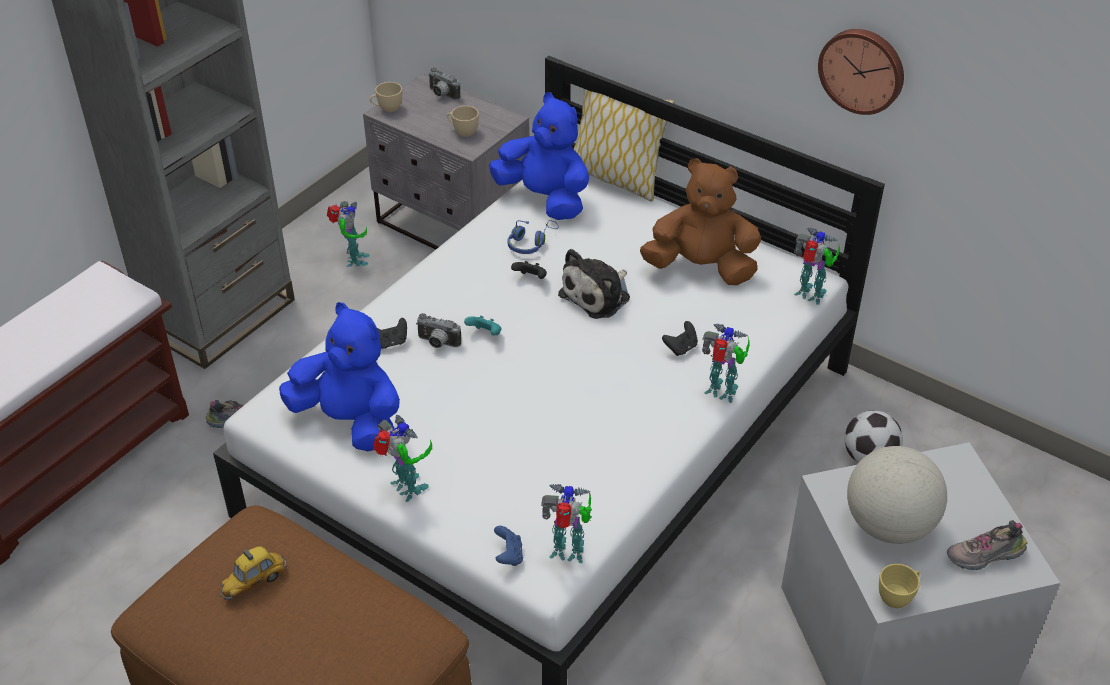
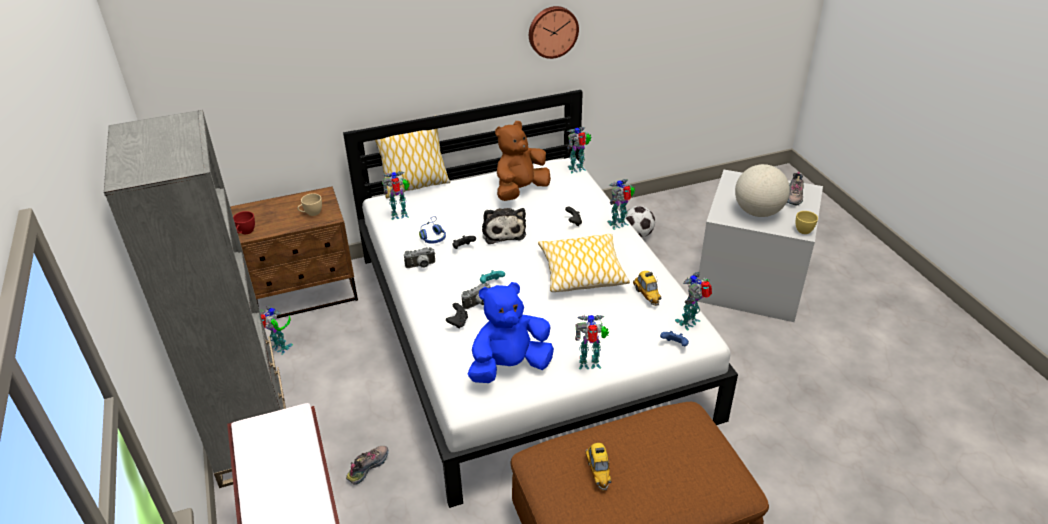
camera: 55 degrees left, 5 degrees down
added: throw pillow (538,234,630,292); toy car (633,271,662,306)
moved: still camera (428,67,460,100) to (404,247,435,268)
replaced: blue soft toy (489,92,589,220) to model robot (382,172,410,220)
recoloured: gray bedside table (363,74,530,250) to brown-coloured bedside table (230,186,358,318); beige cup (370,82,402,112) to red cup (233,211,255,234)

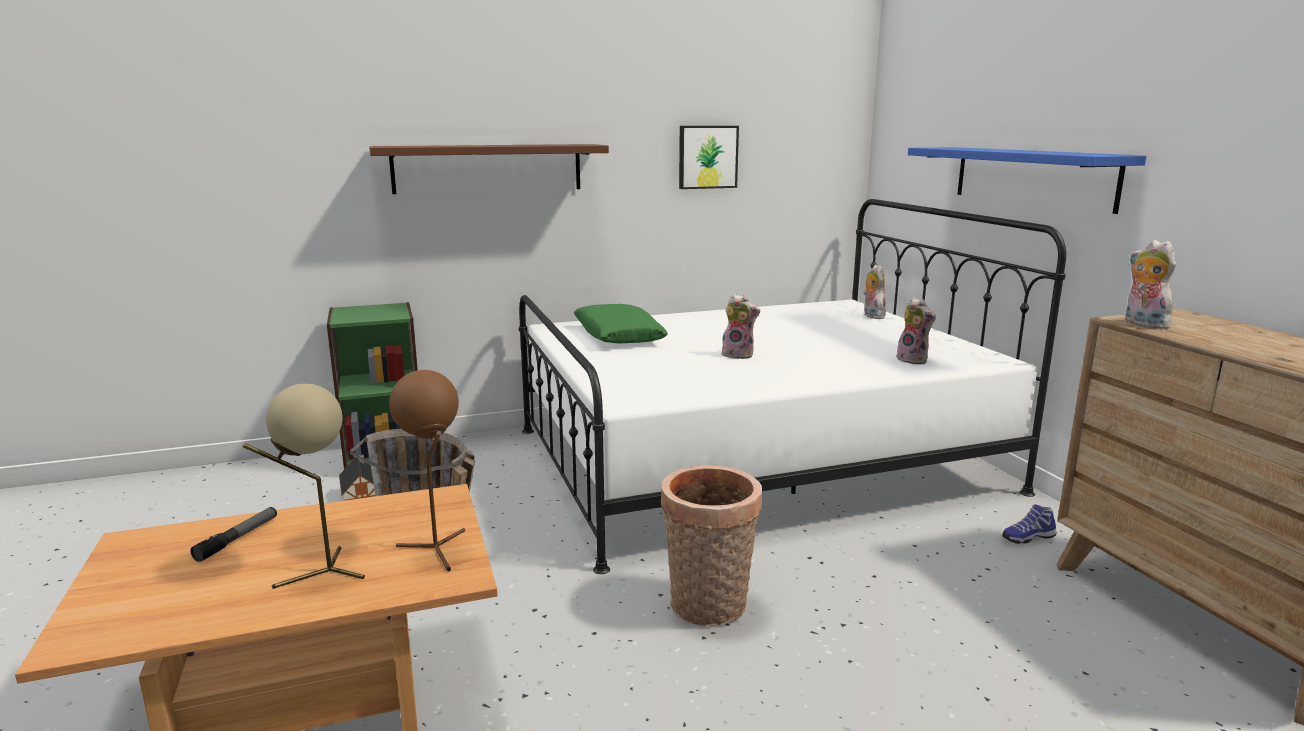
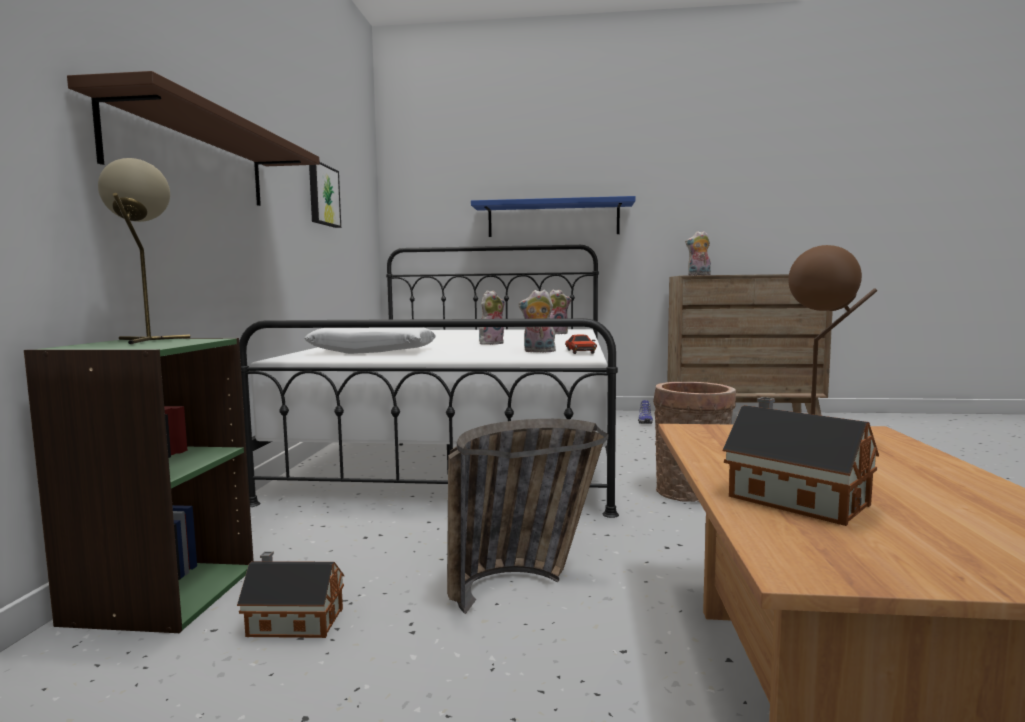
camera: 65 degrees left, 10 degrees down
added: red toy car (565,334,597,354)
moved: beige lamp for a table (242,384,365,589) to (98,158,190,344); soft toy (863,265,886,319) to (519,290,556,352)
replaced: hand torch (190,507,277,562) to toy house (723,397,879,526)
recoloured: greenish throw pillow (574,304,668,343) to white throw pillow (304,327,436,354)

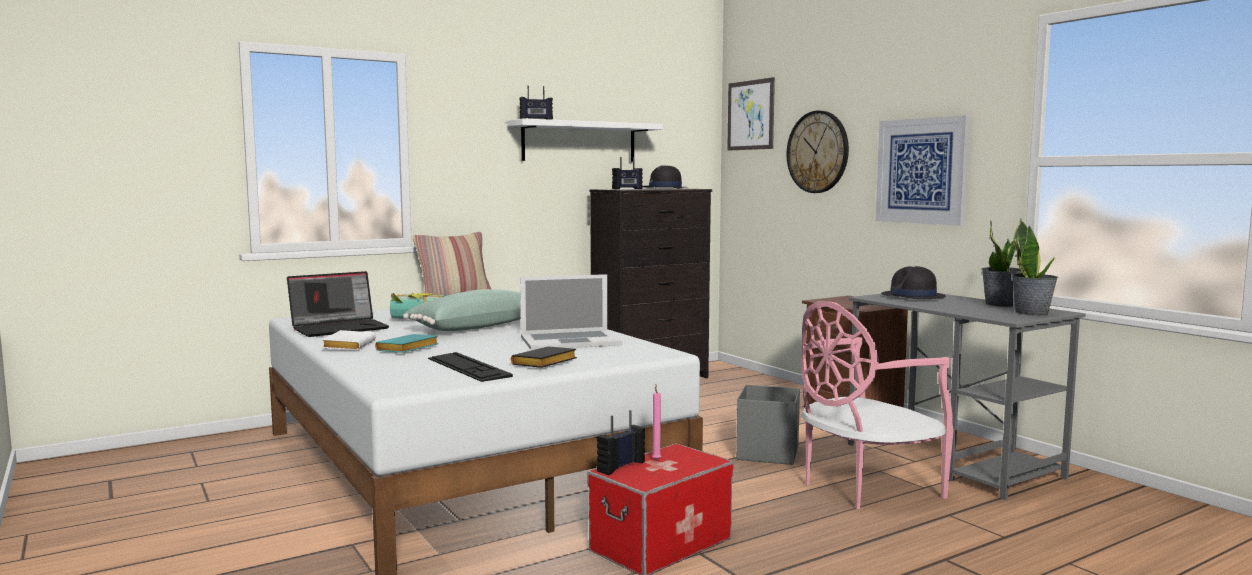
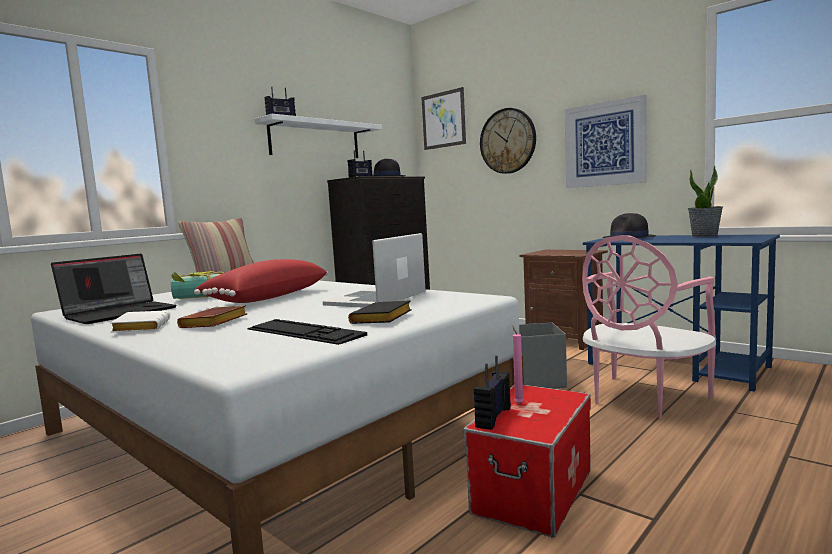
camera: 15 degrees left, 0 degrees up
removed: houseplant (1012,221,1058,316)
recoloured: blue-green book (375,334,439,353) to brown-coloured book (177,305,247,328); greenish throw pillow (403,289,521,331) to red throw pillow (194,259,328,303); gray desk unit (848,293,1086,500) to blue desk unit (583,235,780,392)
turned: notebook computer (520,274,623,350) = (323,233,426,307) 150 degrees clockwise

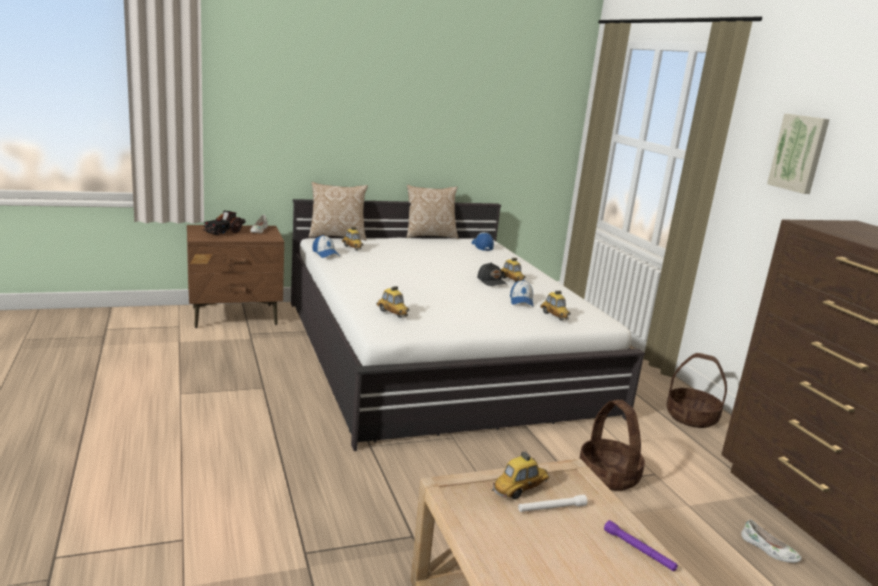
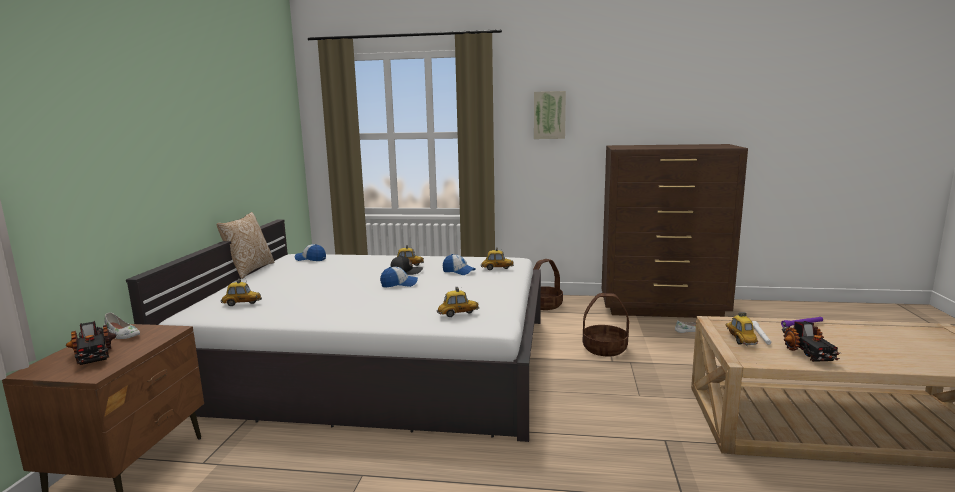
camera: 60 degrees left, 5 degrees down
removed: throw pillow (309,182,368,240)
added: model truck (782,321,840,362)
moved: cap (313,235,340,258) to (380,267,418,288)

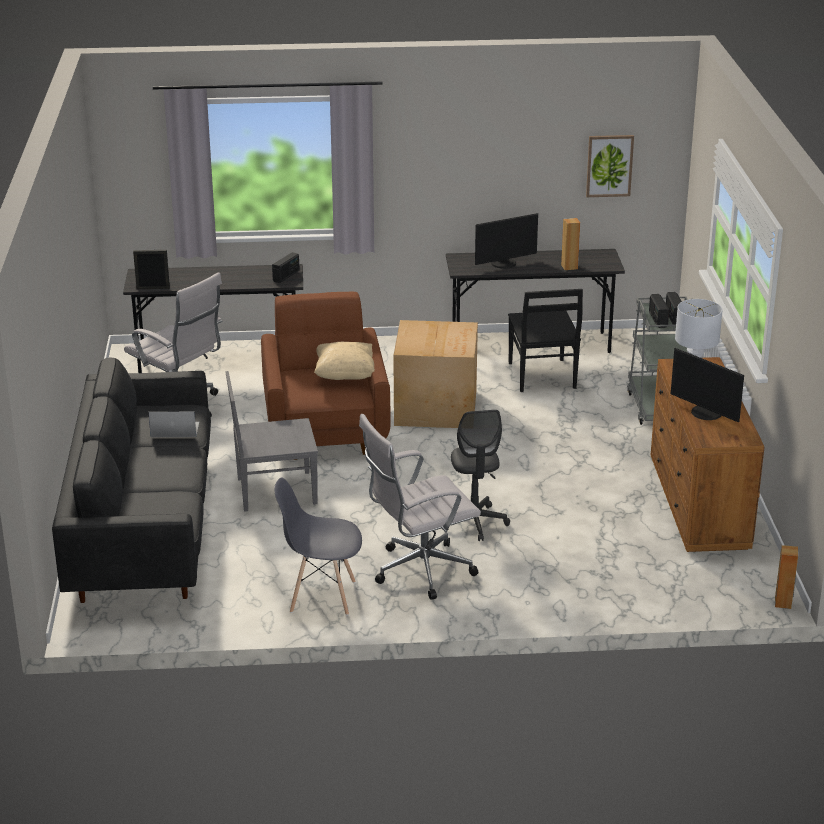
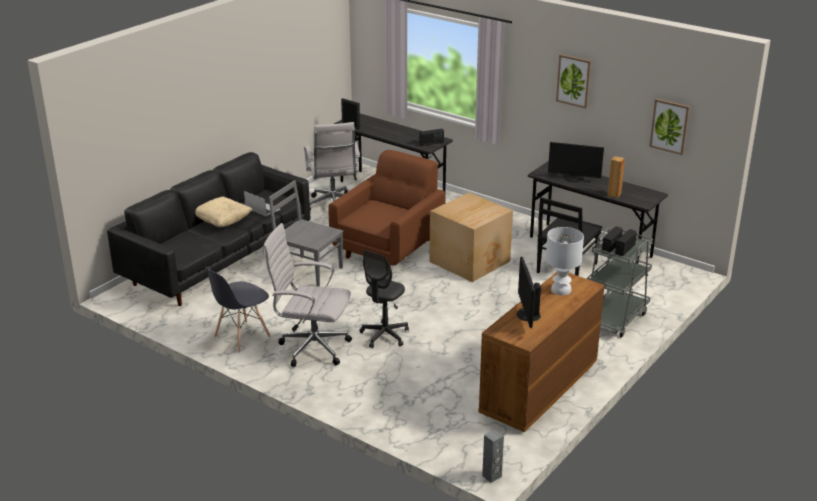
camera: 40 degrees right, 0 degrees up
added: wall art (556,54,591,108)
moved: beige throw pillow (314,342,375,380) to (195,197,253,227)
recoloured: brown-coloured loudspeaker (775,545,798,609) to gray loudspeaker (482,430,504,483)
turned: gray upright chair (274,477,362,615) = (205,267,271,353) 90 degrees counterclockwise

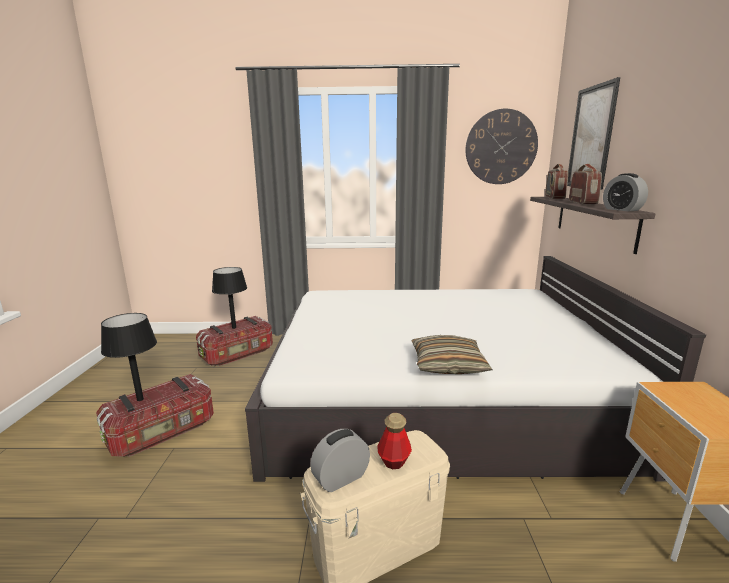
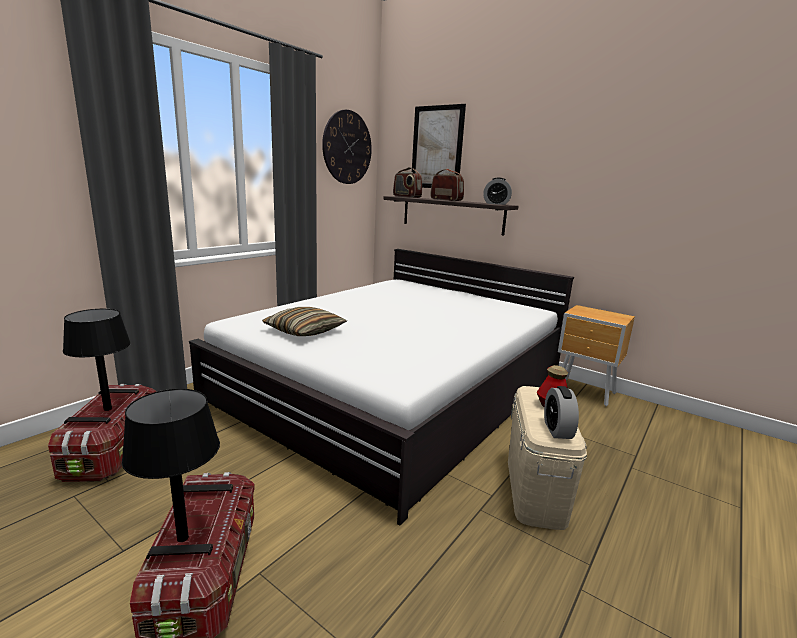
camera: 55 degrees left, 0 degrees up
moved: throw pillow (411,335,493,374) to (262,307,347,336)

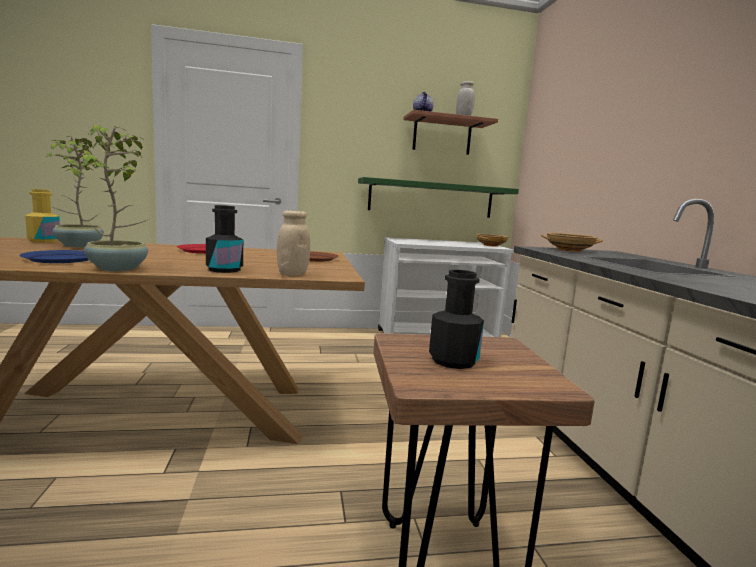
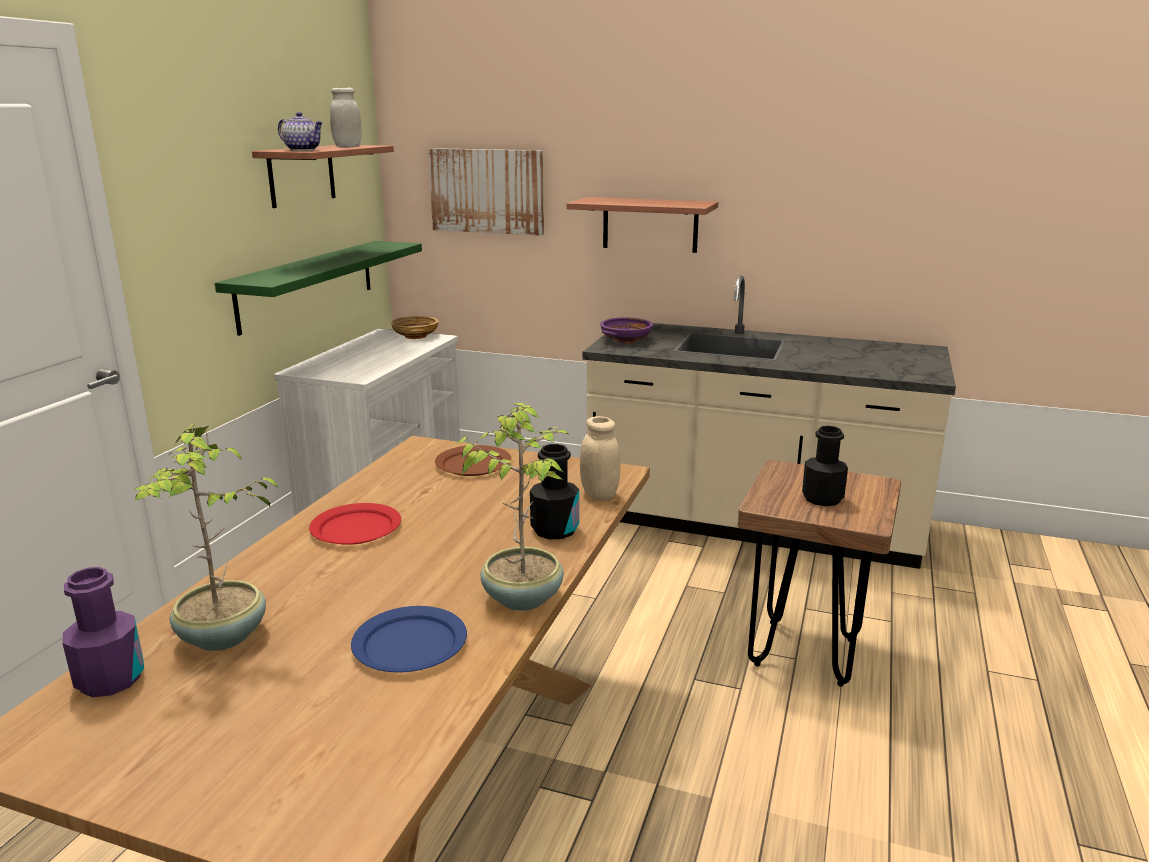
camera: 60 degrees left, 10 degrees up
added: wall art (428,148,544,236); wall shelf (567,197,718,253)
recoloured: yellowish beverage bottle (25,189,60,243) to purple beverage bottle (62,567,144,697); beige bowl (541,233,603,252) to purple bowl (600,318,653,344)

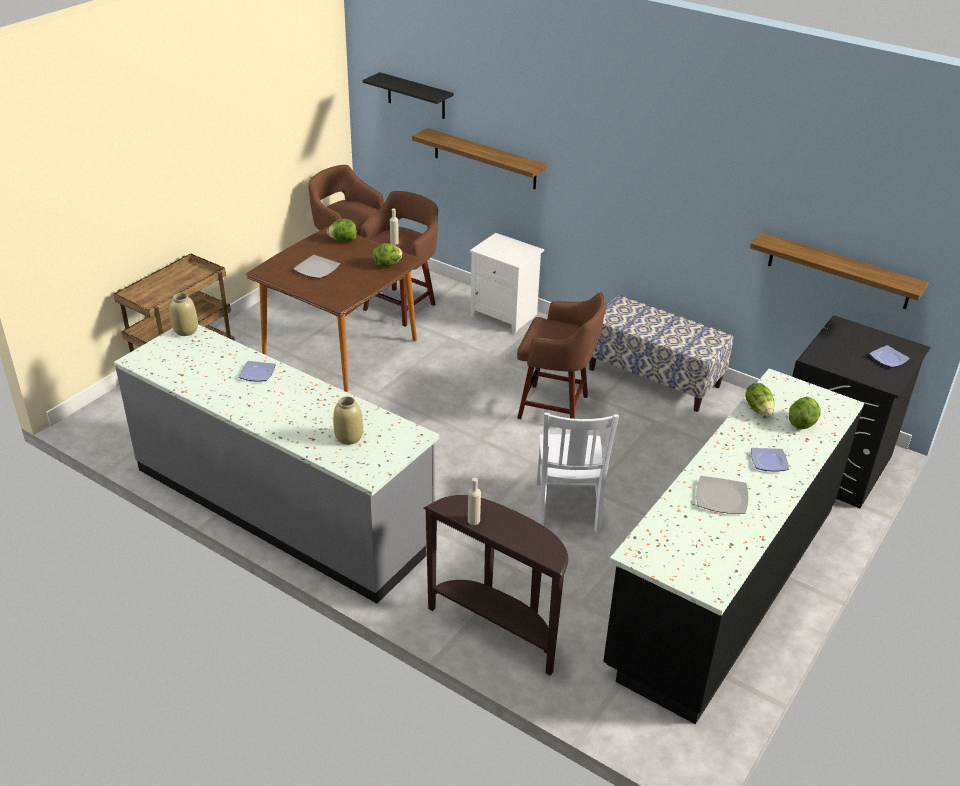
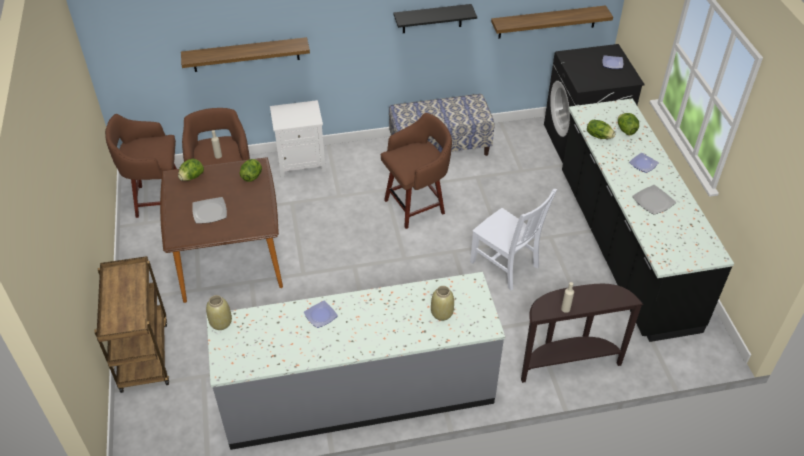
camera: 45 degrees left, 10 degrees up
moved: black-coloured wall shelf (363,72,454,119) to (393,4,477,33)

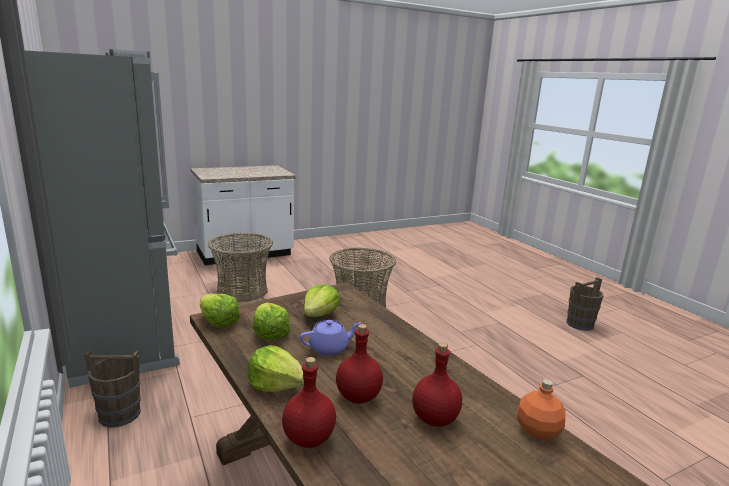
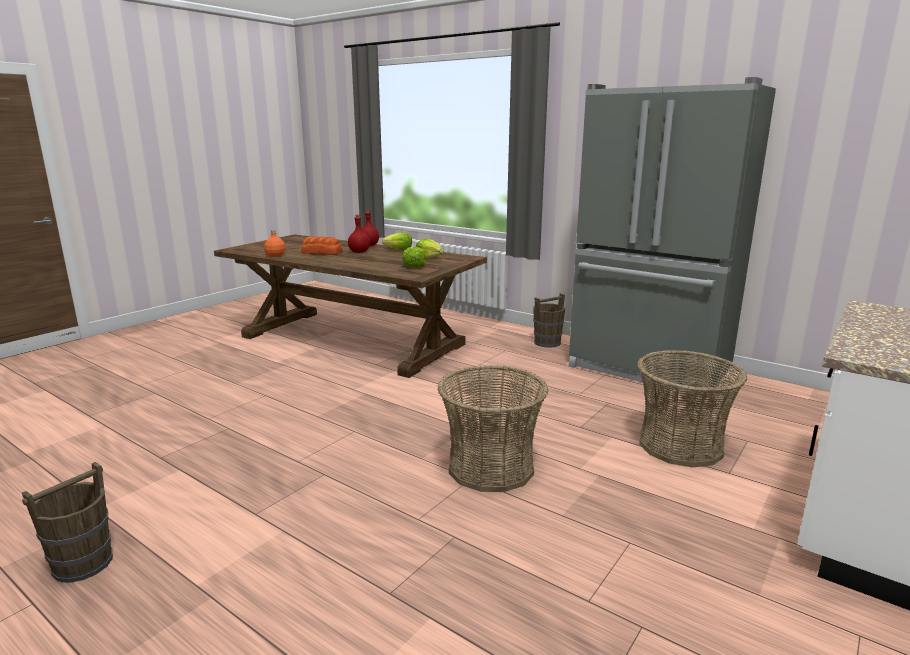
camera: 155 degrees right, 0 degrees up
removed: lettuce head (200,293,240,327); purple tea pot (300,320,361,356)
replaced: red beverage bottle (412,343,462,427) to baked bread (301,236,343,255)

